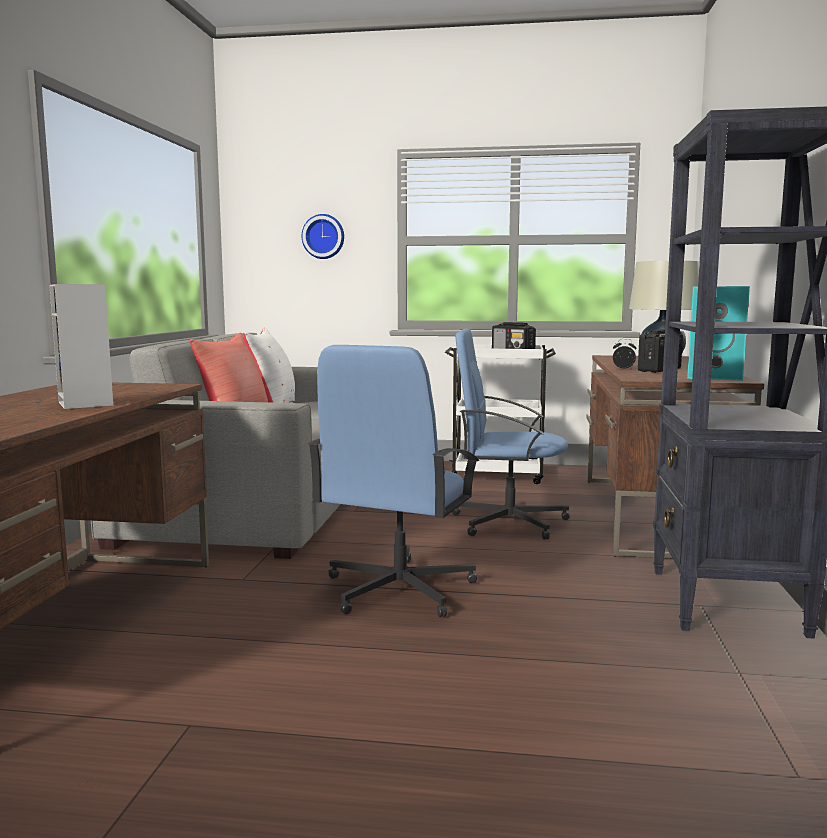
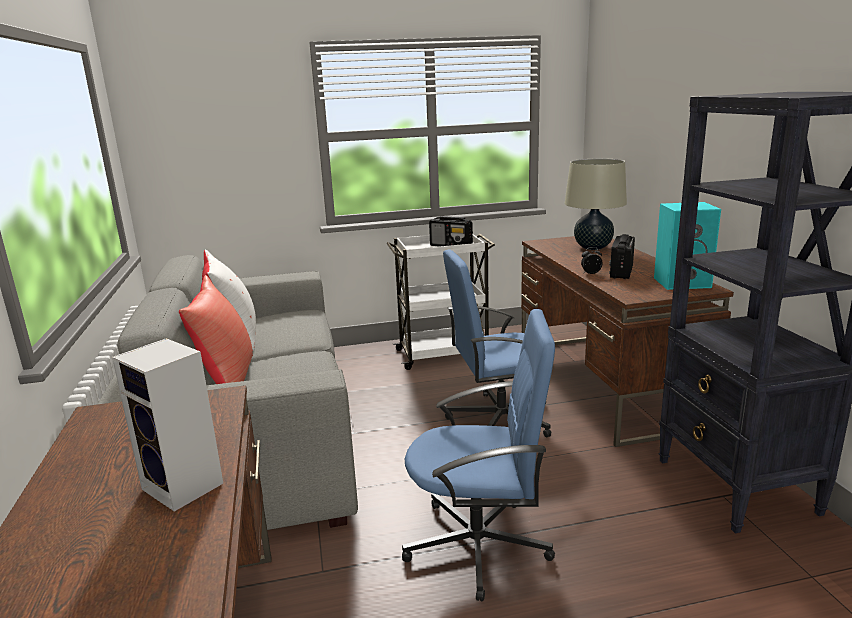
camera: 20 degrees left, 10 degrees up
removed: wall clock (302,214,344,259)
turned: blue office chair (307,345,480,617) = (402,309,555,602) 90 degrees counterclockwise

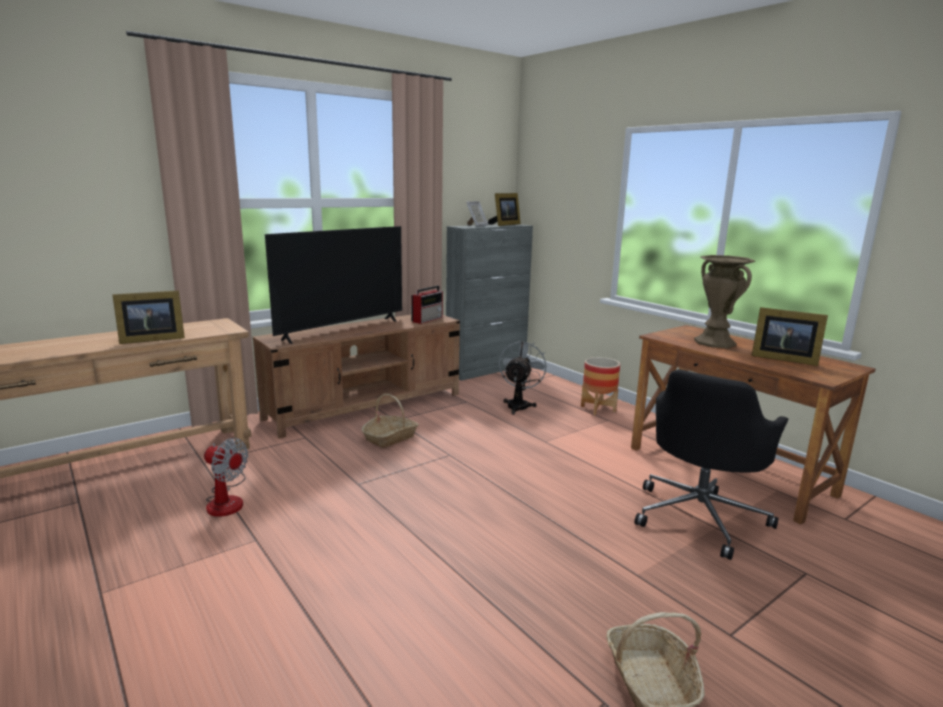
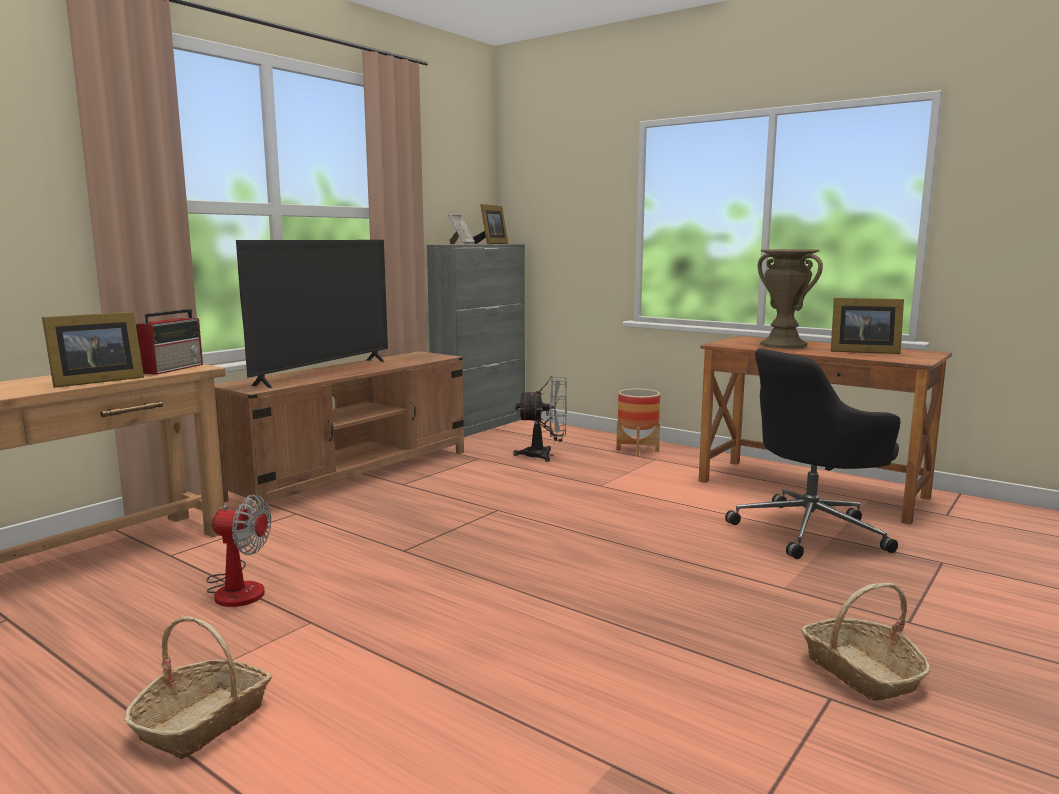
camera: 15 degrees left, 5 degrees down
moved: household basket (362,394,419,448) to (124,616,272,759); radio (411,285,443,324) to (136,309,203,375)
turned: gray fan (499,340,548,415) = (513,376,567,462) 90 degrees clockwise; black-coloured office chair (635,369,788,560) = (725,349,900,559) 45 degrees clockwise

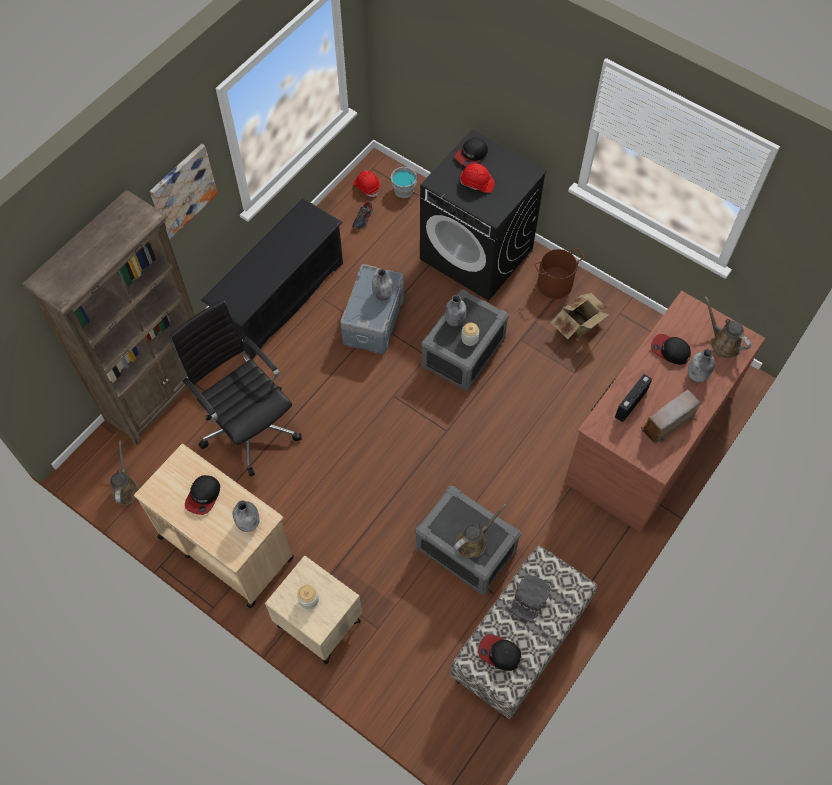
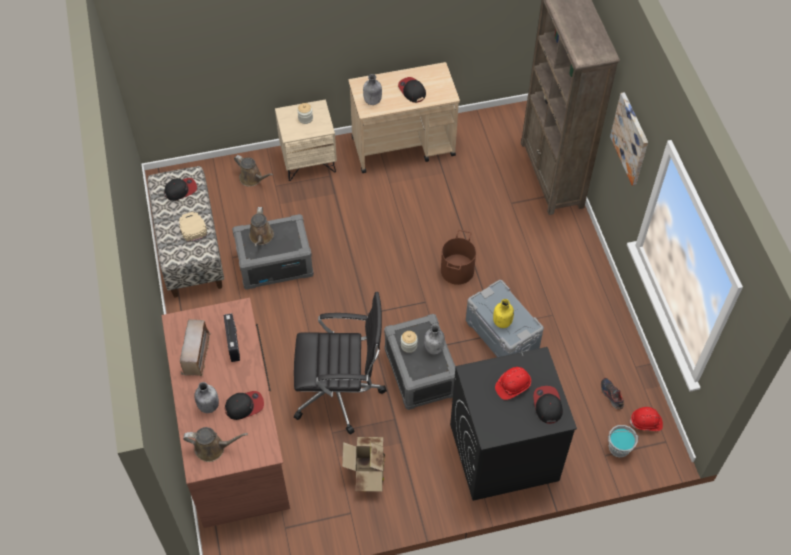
camera: 130 degrees right, 5 degrees down
removed: black-coloured shoe shelf (201,198,343,360)
moved: brown-coloured watering can (110,440,140,505) to (234,155,273,187); black-coloured office chair (170,300,301,476) to (294,292,387,435); brown-coloured bucket (534,248,585,299) to (441,230,476,285)
recoloured: black-coloured cap (510,574,551,622) to beige cap (179,212,207,242); gray beverage bottle (372,269,393,300) to yellowish beverage bottle (493,299,514,328)

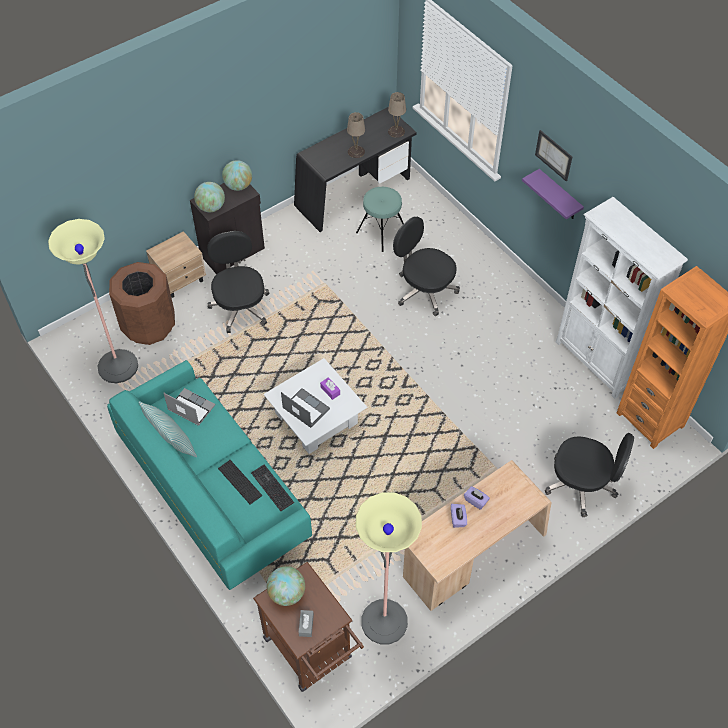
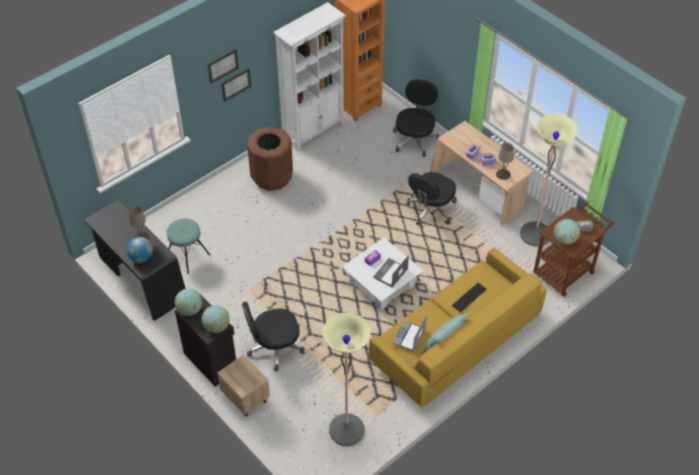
camera: 95 degrees left, 5 degrees down
removed: keyboard (251,464,294,511)
added: globe (127,237,153,263)
moved: brown-coloured waste bin (109,262,175,345) to (247,127,293,191); black-coloured office chair (393,217,460,316) to (407,172,457,226); beige lamp for a table (388,92,406,138) to (496,143,514,180)
replaced: purple wall shelf (522,169,584,219) to wall art (221,68,251,102)
recoloured: blue-green sofa (107,360,312,590) to yellowish sofa (369,248,546,407)

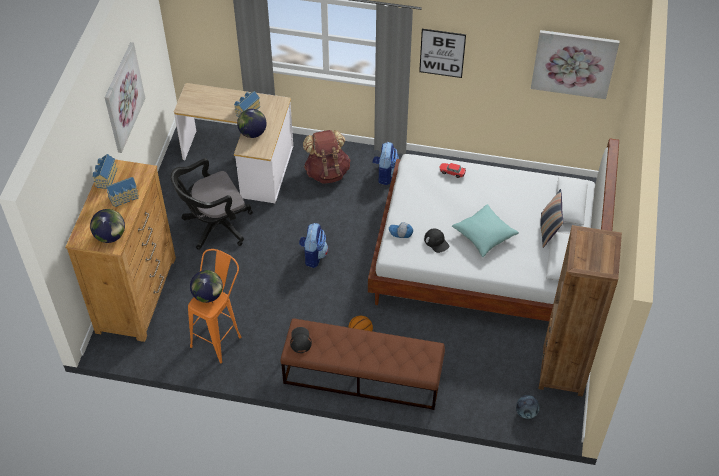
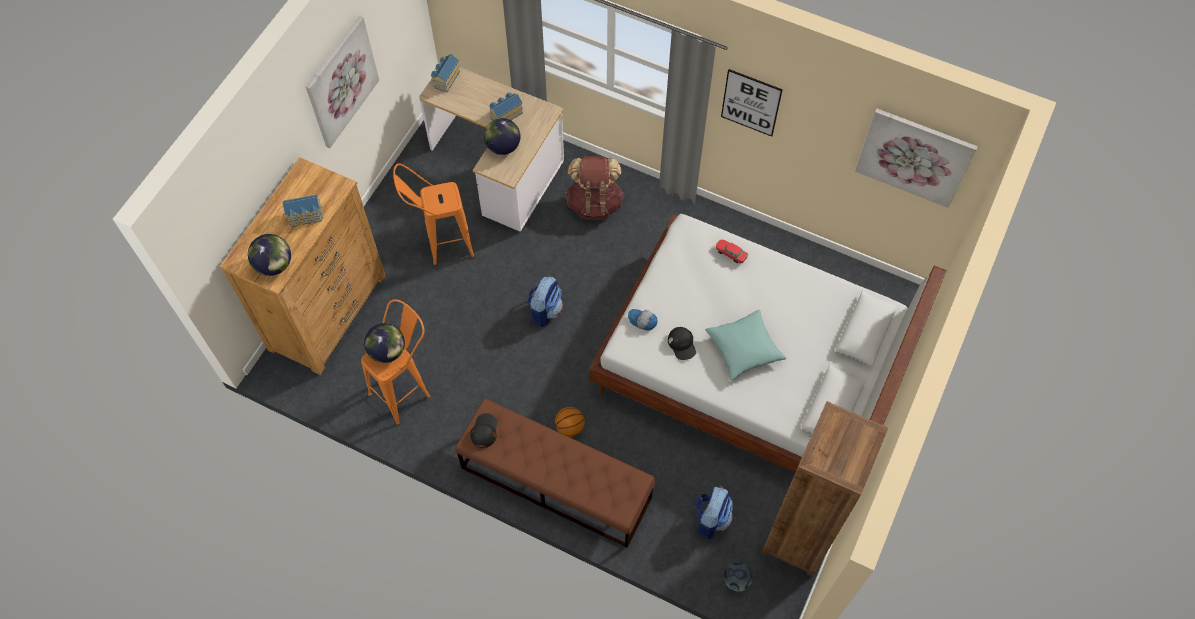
camera: 15 degrees right, 10 degrees up
removed: throw pillow (541,189,563,248)
moved: toy house (92,154,117,189) to (431,54,460,92); knapsack (372,142,399,185) to (695,486,733,539)
replaced: black-coloured office chair (171,158,253,250) to orange-coloured stool (393,163,475,266)

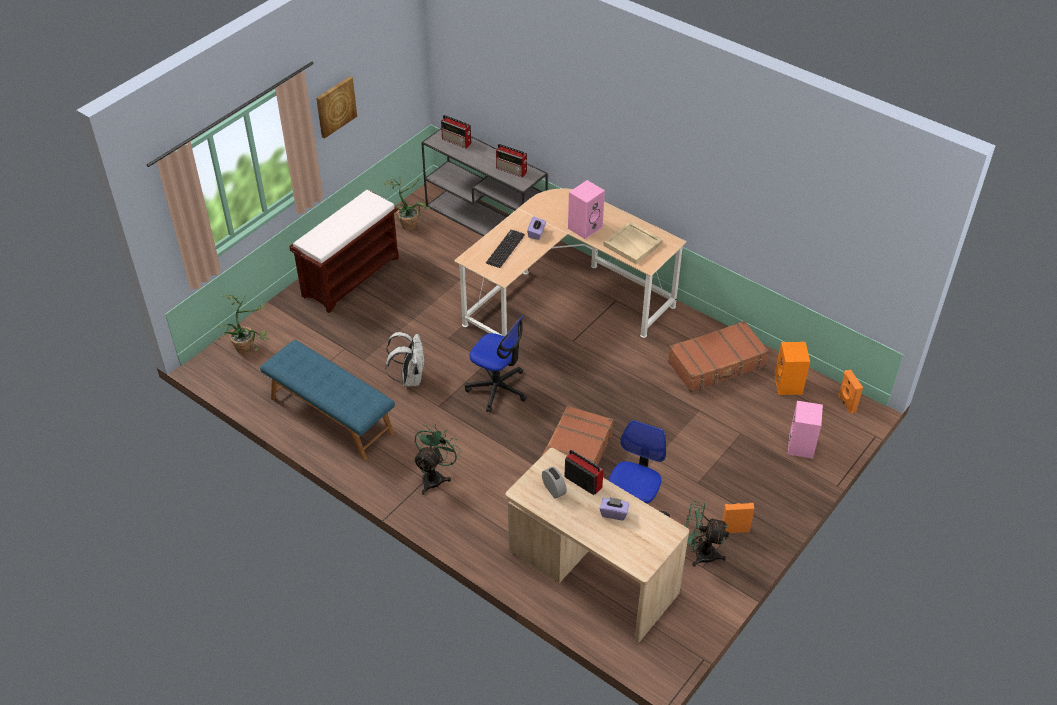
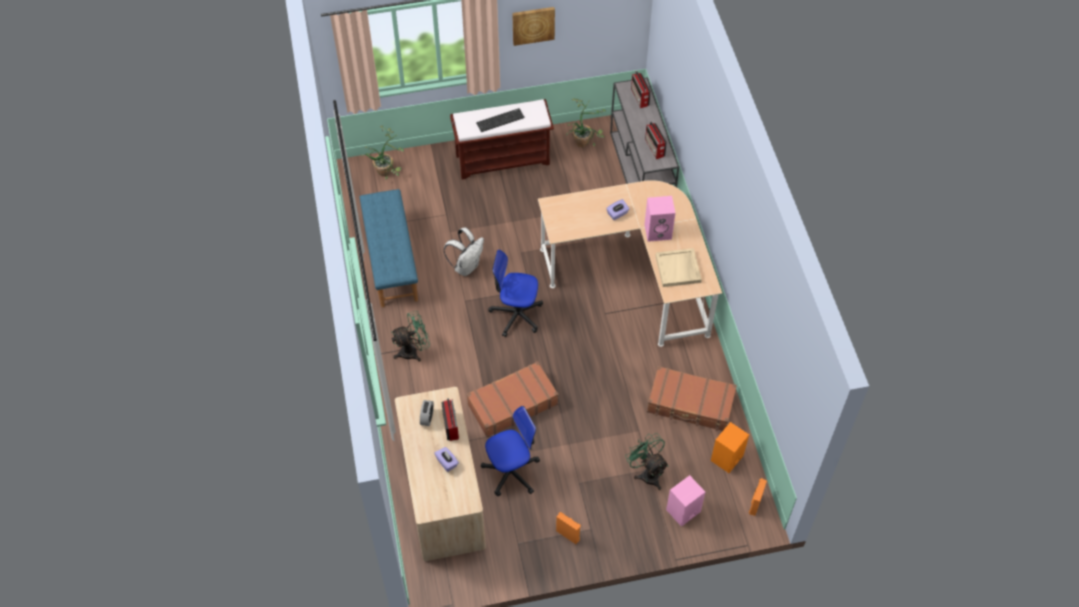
camera: 40 degrees right, 10 degrees up
moved: keyboard (486,230,525,268) to (476,108,525,132); greenish fan (685,501,729,567) to (625,433,669,490)
turned: office chair (465,315,527,413) = (488,250,543,337) 120 degrees clockwise

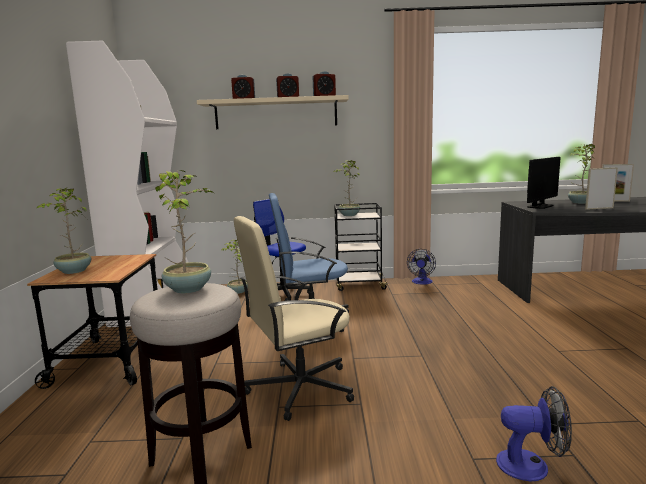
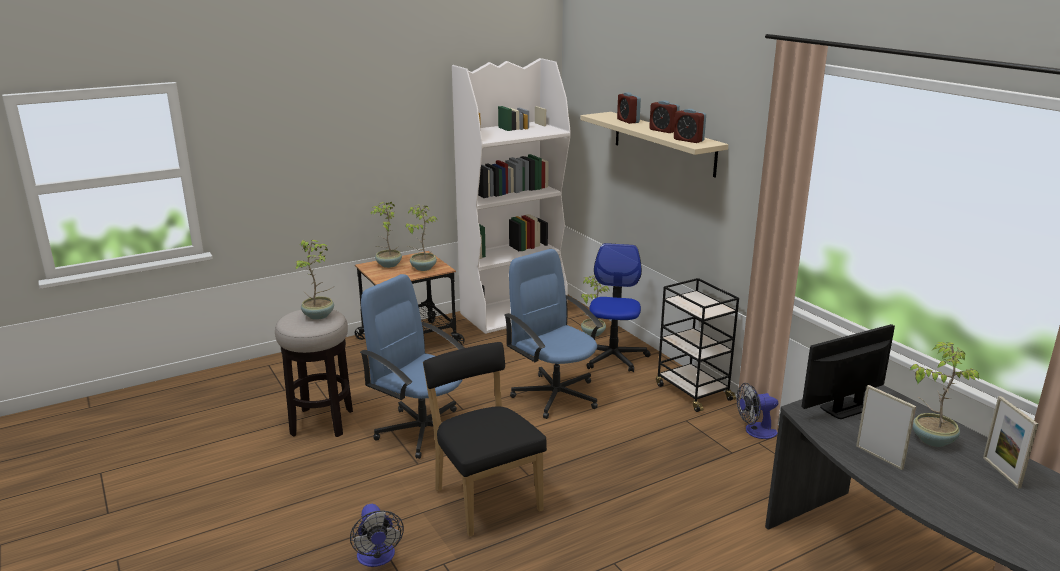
camera: 60 degrees right, 10 degrees up
added: black-coloured upright chair (423,342,547,537)
moved: houseplant (334,160,360,216) to (406,205,437,271)
recoloured: beige office chair (234,216,354,421) to blue office chair (360,274,464,459)
turned: computer screen (527,157,561,209) = (801,324,895,419) 135 degrees clockwise

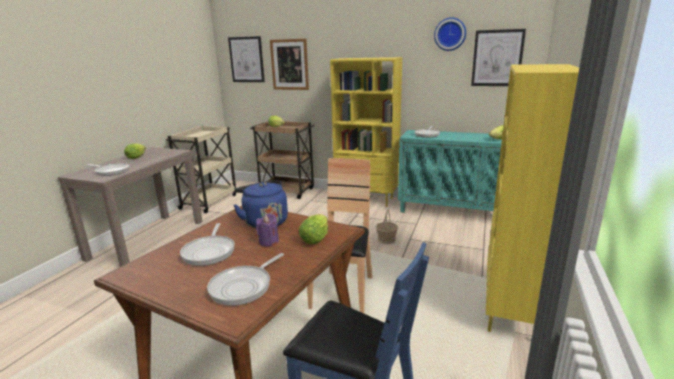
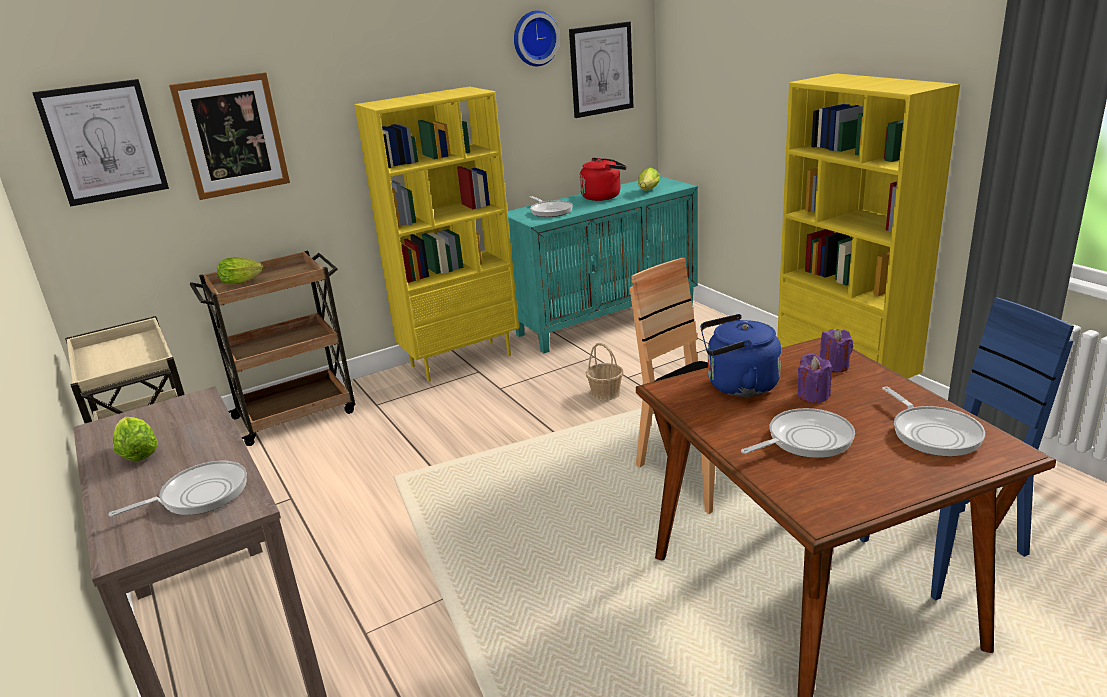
camera: 50 degrees left, 5 degrees up
added: red tea kettle (580,158,627,201)
replaced: lettuce head (299,214,328,244) to purple wax candle (820,329,854,372)
turned: skillet (180,223,235,266) = (741,408,855,458) 60 degrees counterclockwise

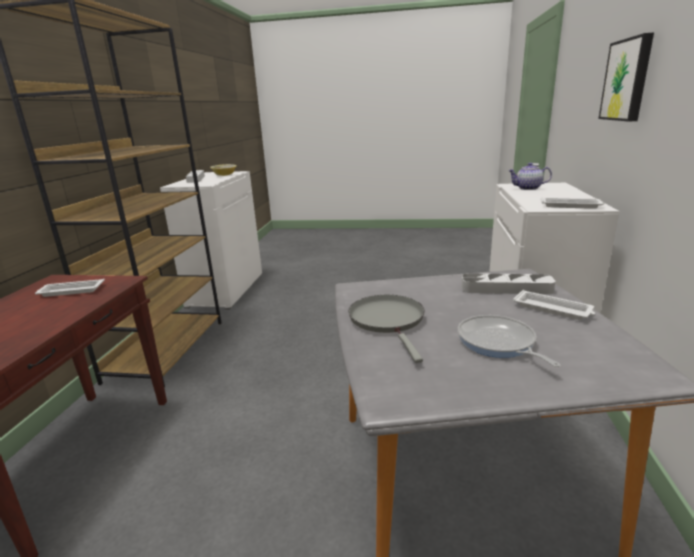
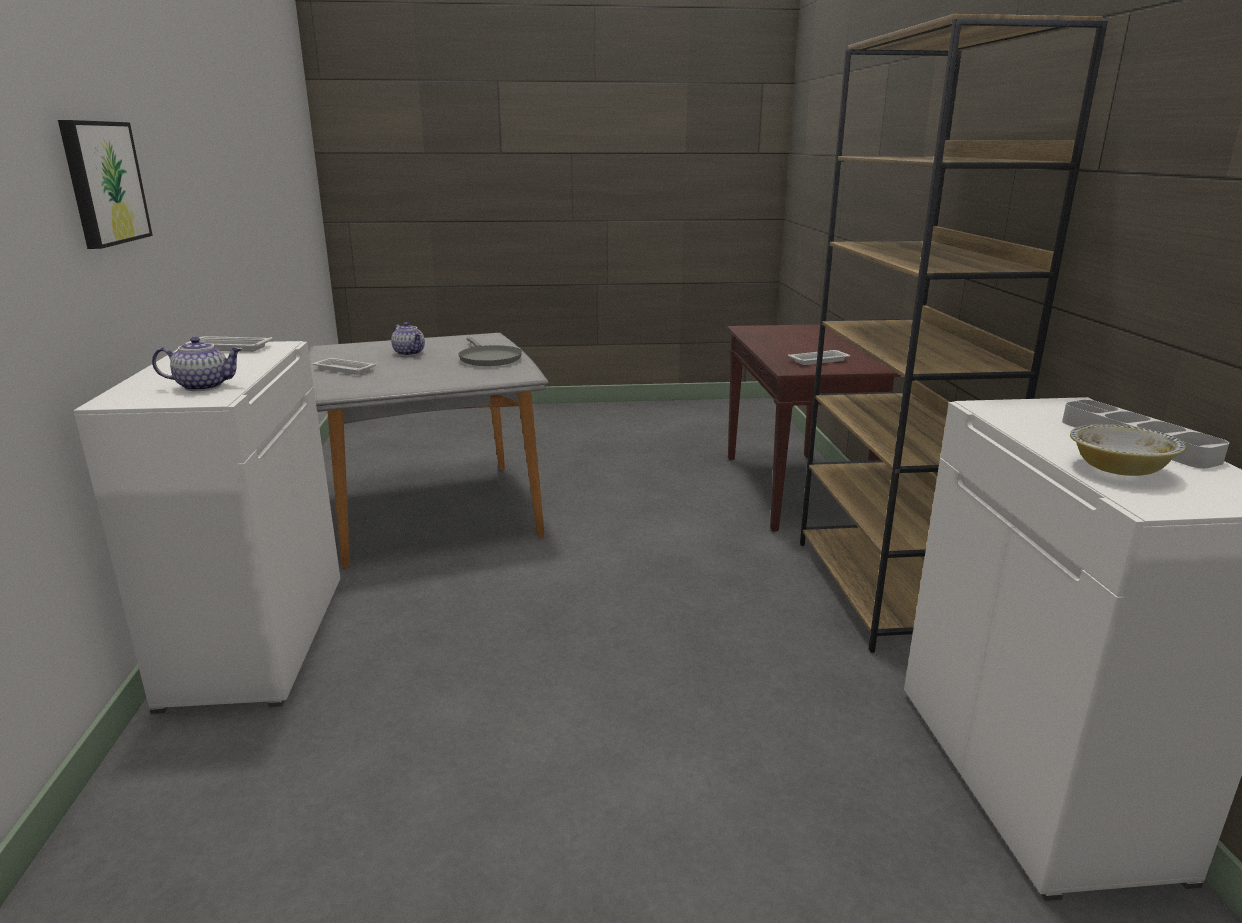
camera: 165 degrees right, 0 degrees up
removed: gray serving tray (461,273,555,294)
replaced: skillet (458,315,561,367) to tea pot (391,322,425,356)

